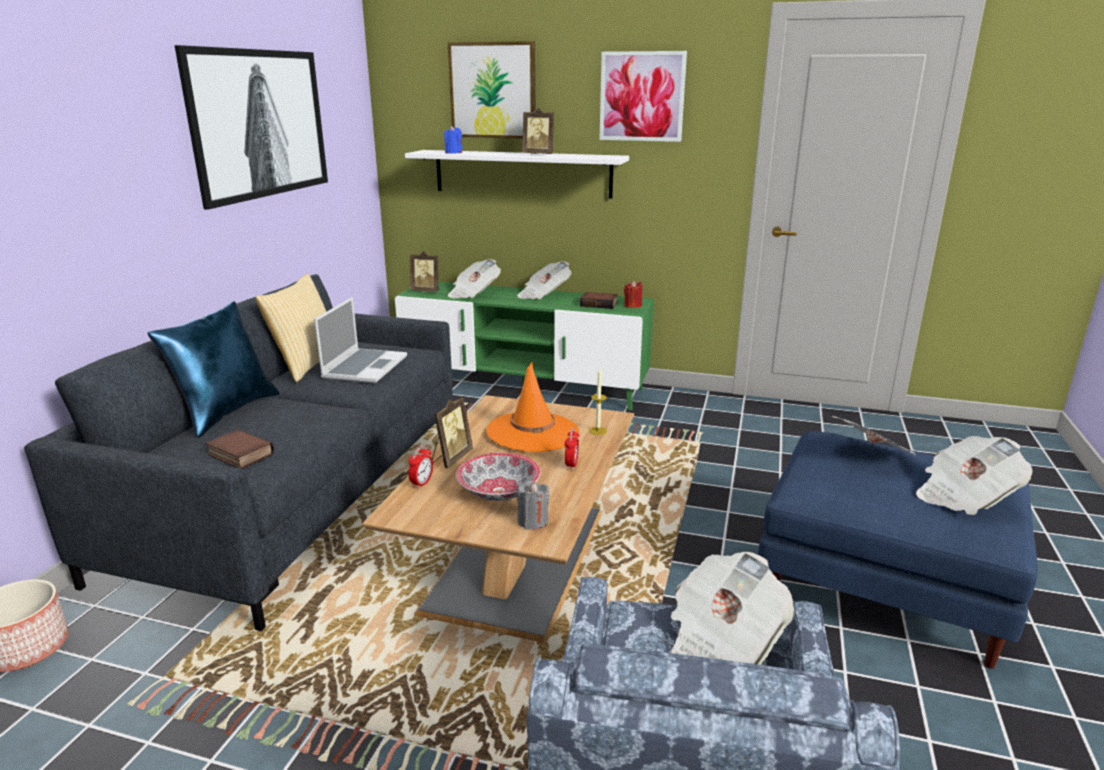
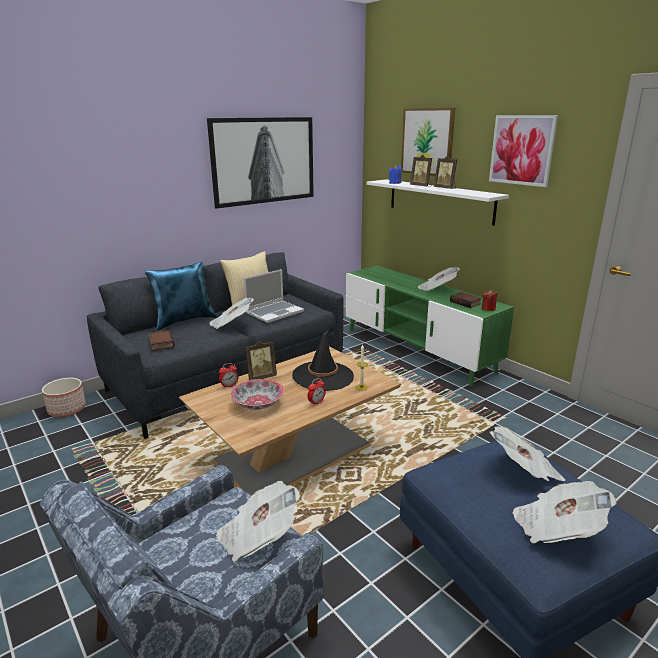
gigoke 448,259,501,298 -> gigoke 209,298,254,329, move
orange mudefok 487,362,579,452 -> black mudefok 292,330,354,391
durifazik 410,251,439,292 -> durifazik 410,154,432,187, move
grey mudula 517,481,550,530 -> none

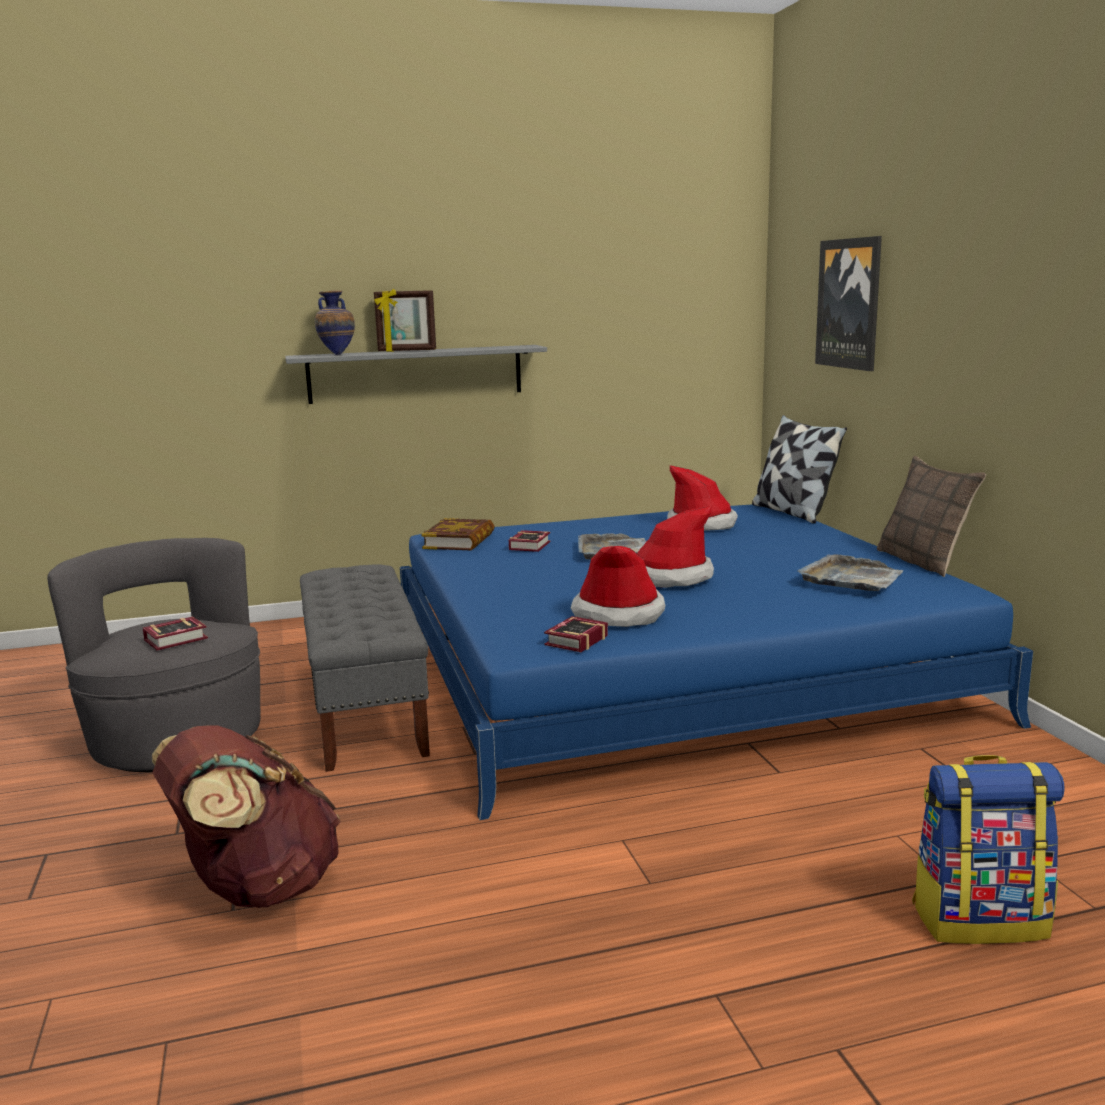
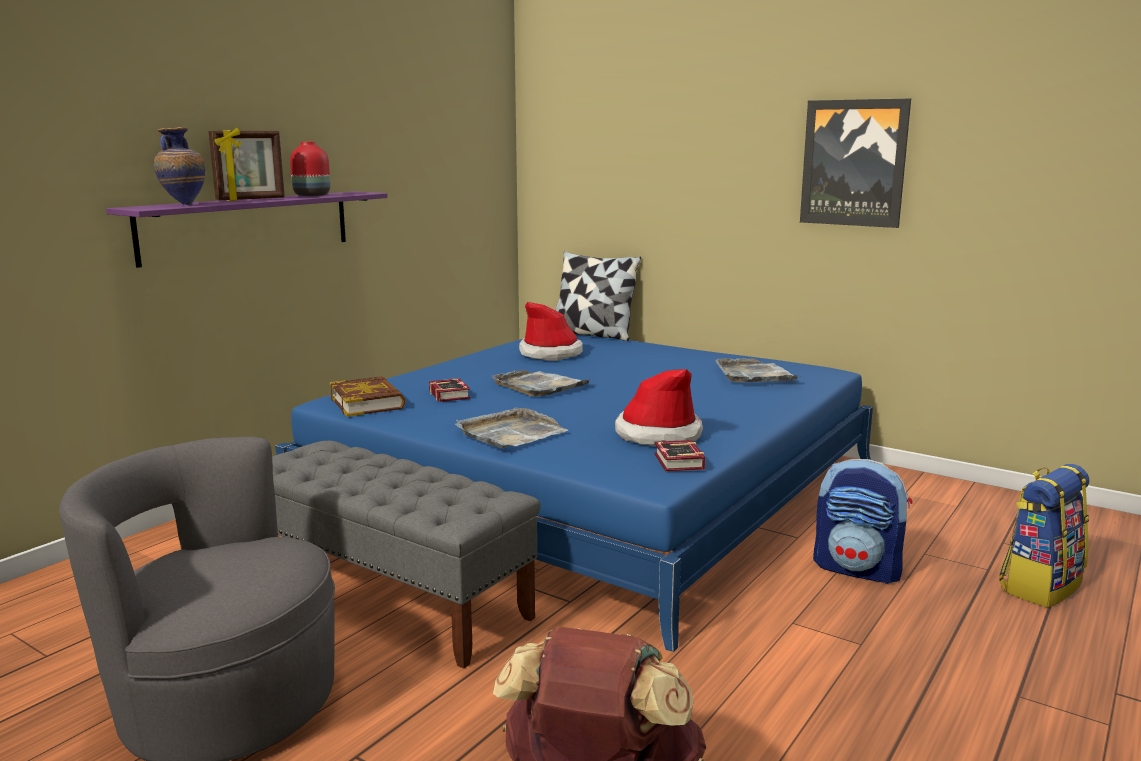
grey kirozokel 285,345,547,404 -> purple kirozokel 106,191,388,268
none -> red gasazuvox 290,142,330,196
none -> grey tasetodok 455,407,568,448
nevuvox 815,236,882,371 -> nevuvox 800,99,911,228, move
none -> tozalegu 813,459,912,584
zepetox 143,616,208,650 -> none
mudefok 637,506,714,588 -> none
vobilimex 877,456,986,577 -> none

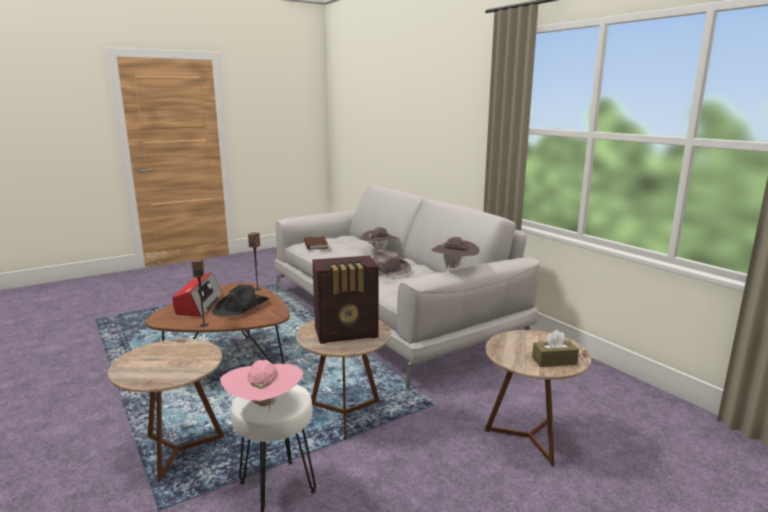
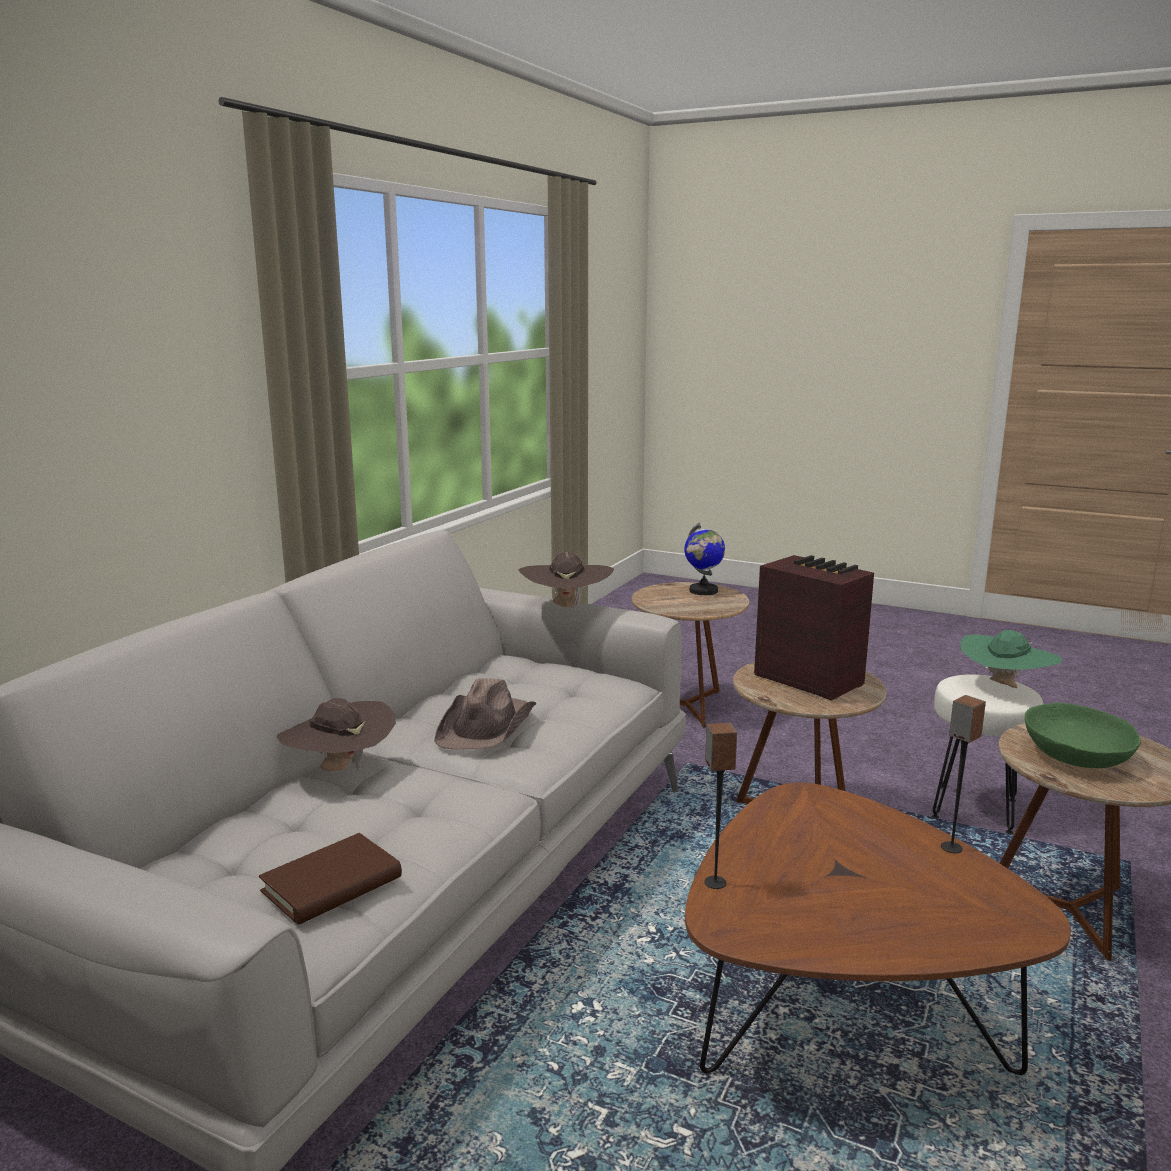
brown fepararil 532,330,579,367 -> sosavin 684,523,725,595
pink mudefok 220,360,304,411 -> green mudefok 960,630,1062,688
none -> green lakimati 1025,703,1141,768
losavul 173,272,223,317 -> none
black mudefok 212,284,269,316 -> none

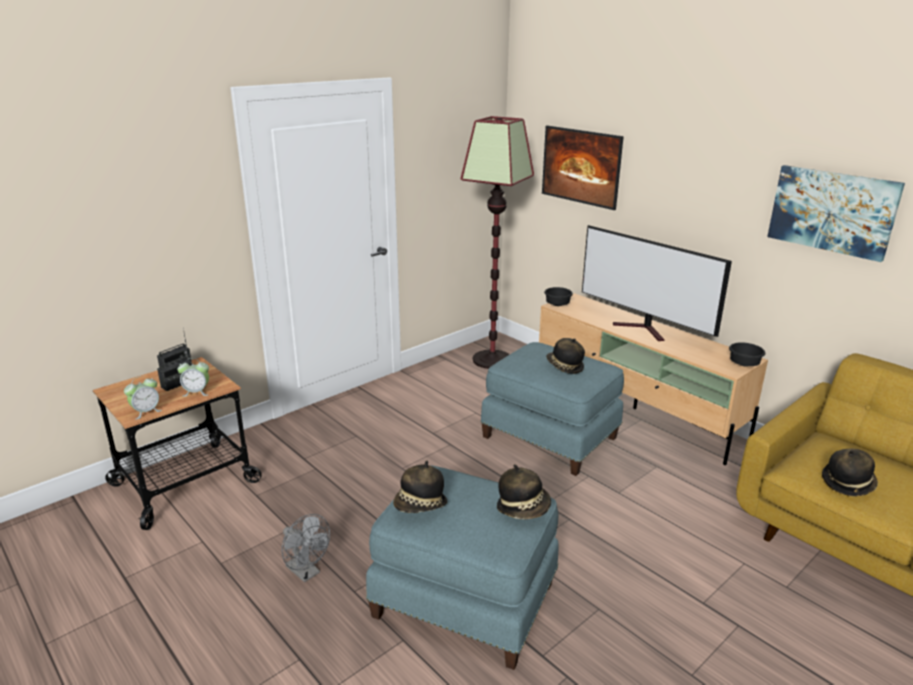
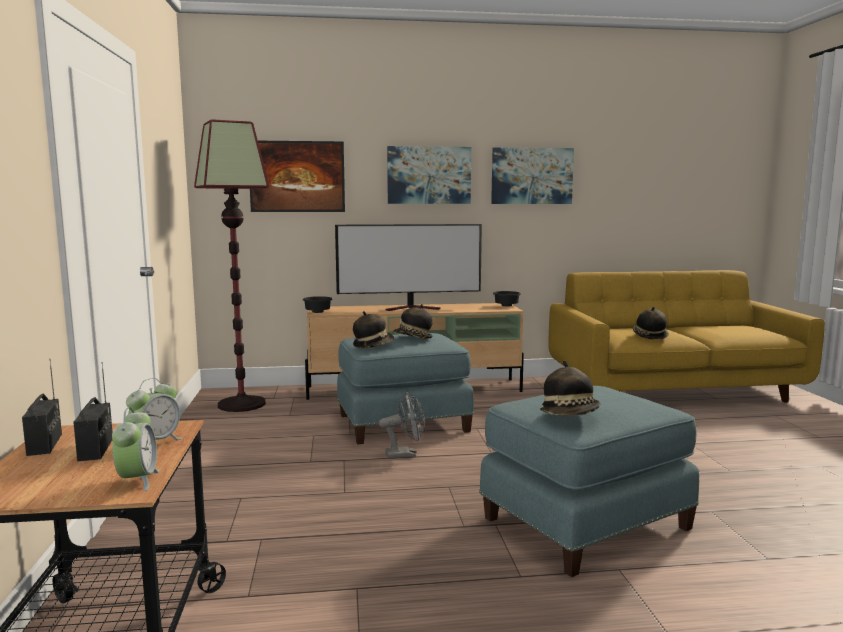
mudefok 497,464,551,519 -> mudefok 353,311,394,348, move
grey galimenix 281,514,330,582 -> grey galimenix 379,392,425,459, move
none -> nevuvox 387,146,471,204

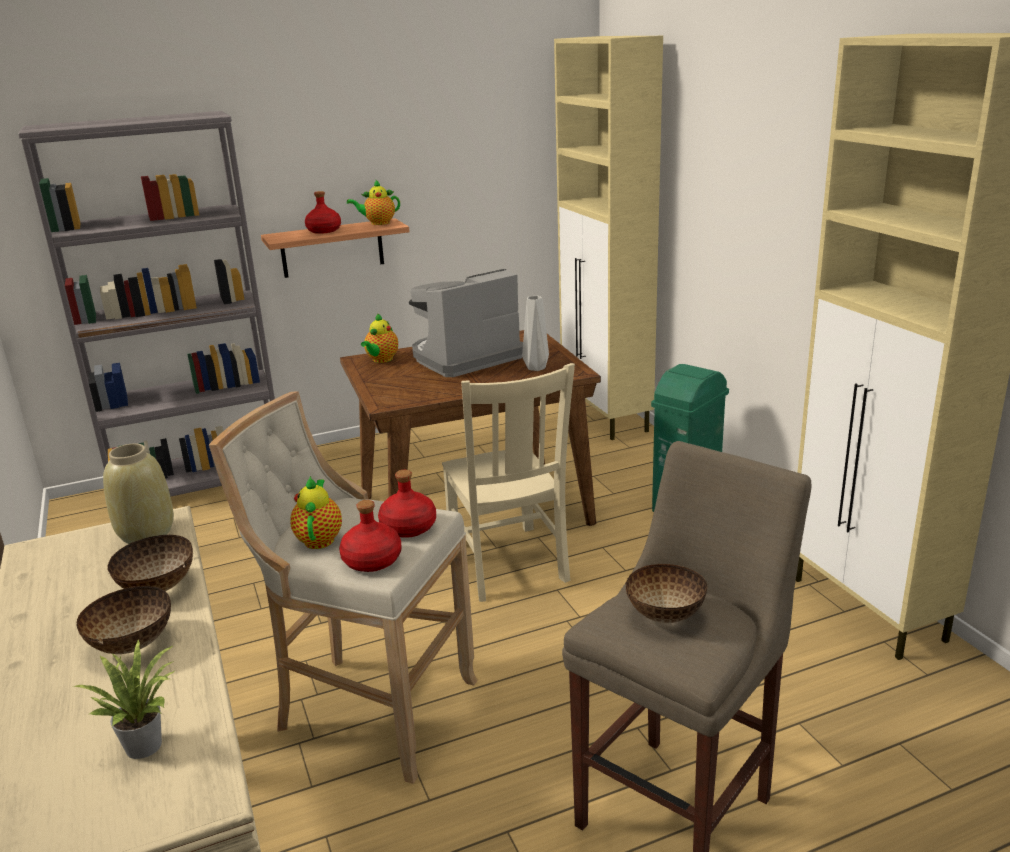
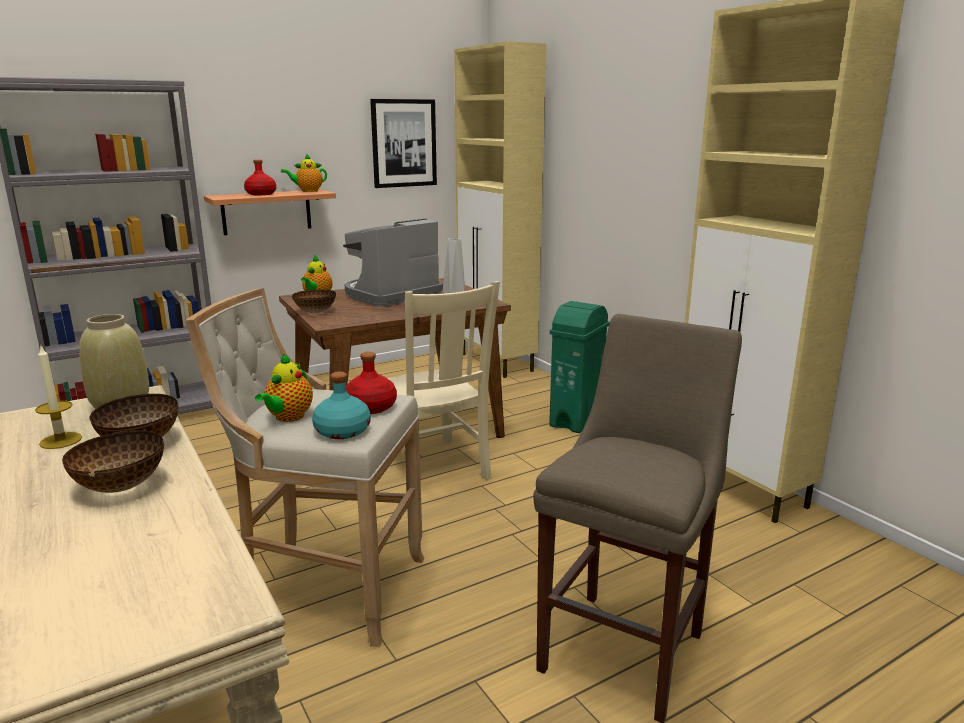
none -> mudula 35,347,82,449
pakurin 290,476,342,549 -> pakurin 255,353,313,422, 150 degrees counterclockwise
lakimati 626,564,707,623 -> lakimati 292,289,336,313, move
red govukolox 339,500,402,572 -> turquoise govukolox 312,371,371,439
none -> nevuvox 370,99,437,188
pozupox 74,639,174,759 -> none

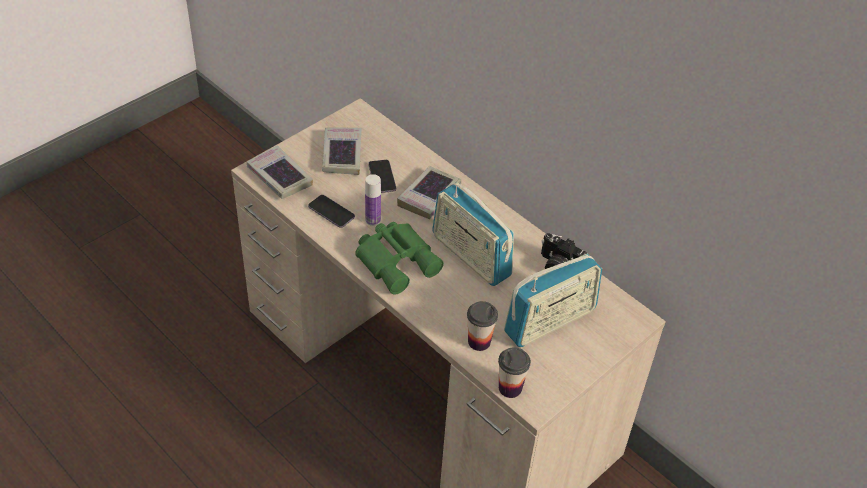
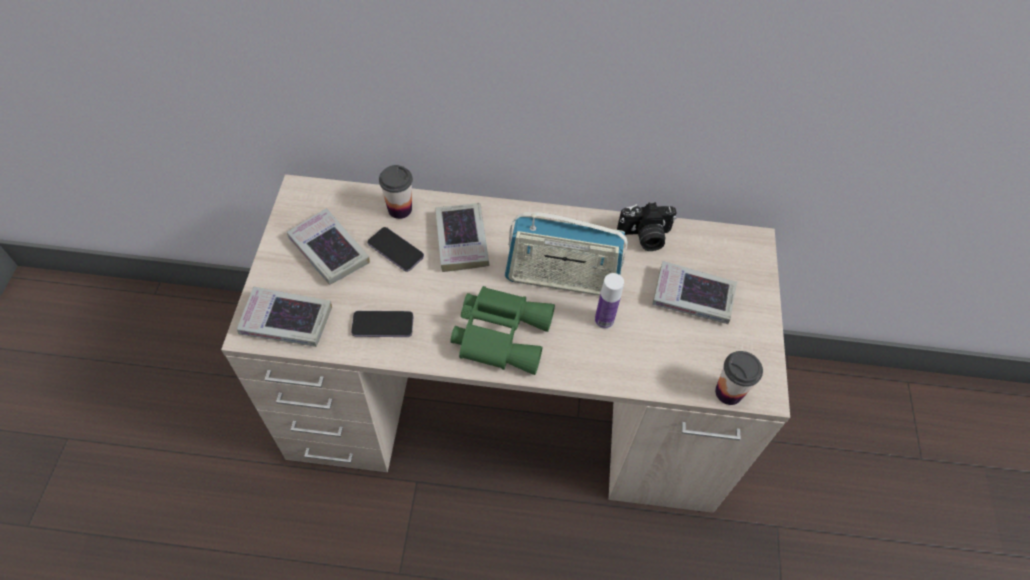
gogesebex 467,301,498,351 -> gogesebex 379,165,413,219, move
govukolox 365,174,381,226 -> govukolox 595,273,624,329, move
losavul 504,254,602,347 -> zepetox 652,261,737,324

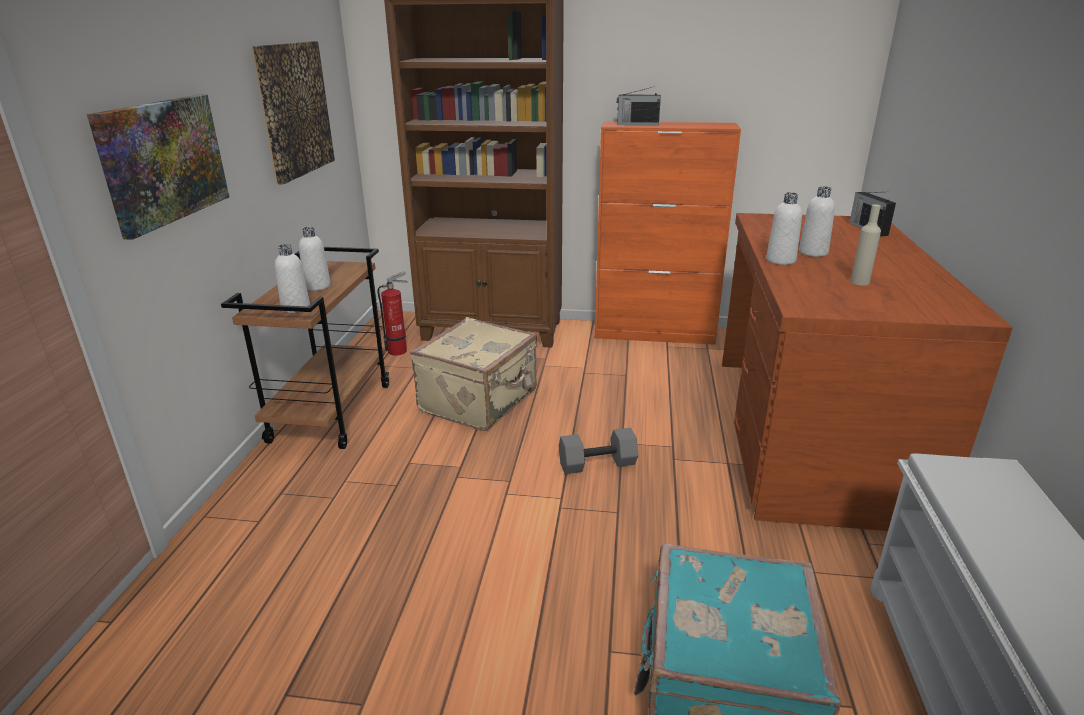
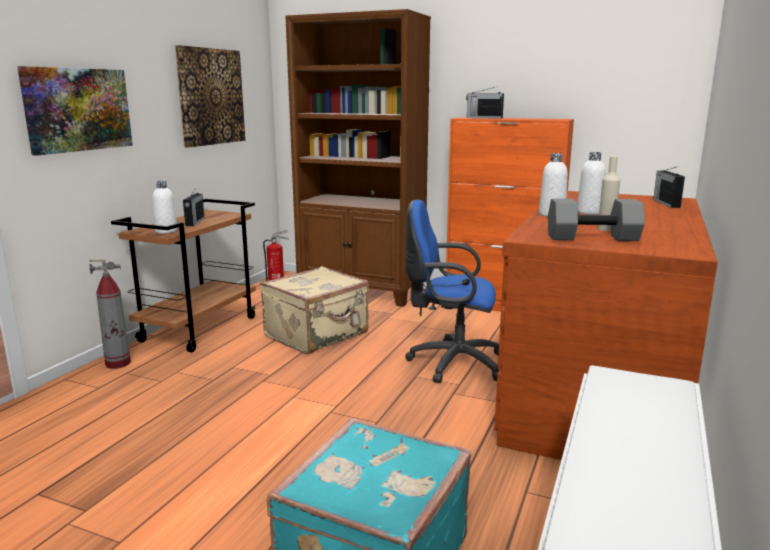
none -> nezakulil 90,260,131,369
white govukolox 299,227,331,291 -> losavul 183,187,205,226
none -> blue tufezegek 405,200,499,383
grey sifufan 559,428,639,474 -> grey sifufan 548,198,645,241, move

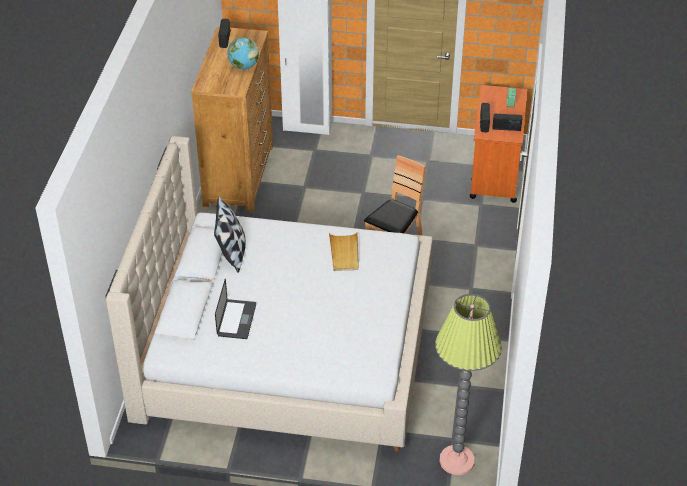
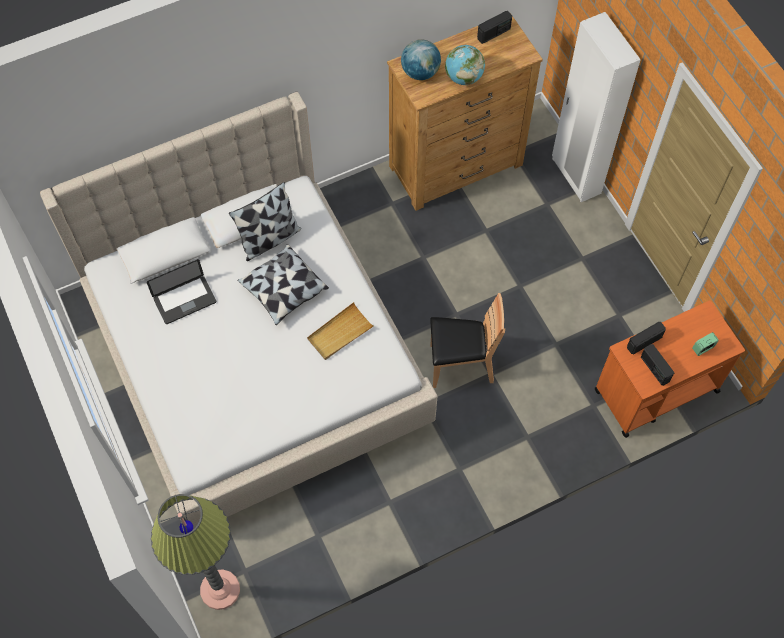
none -> vobilimex 237,244,329,325
none -> sosavin 401,39,441,80

